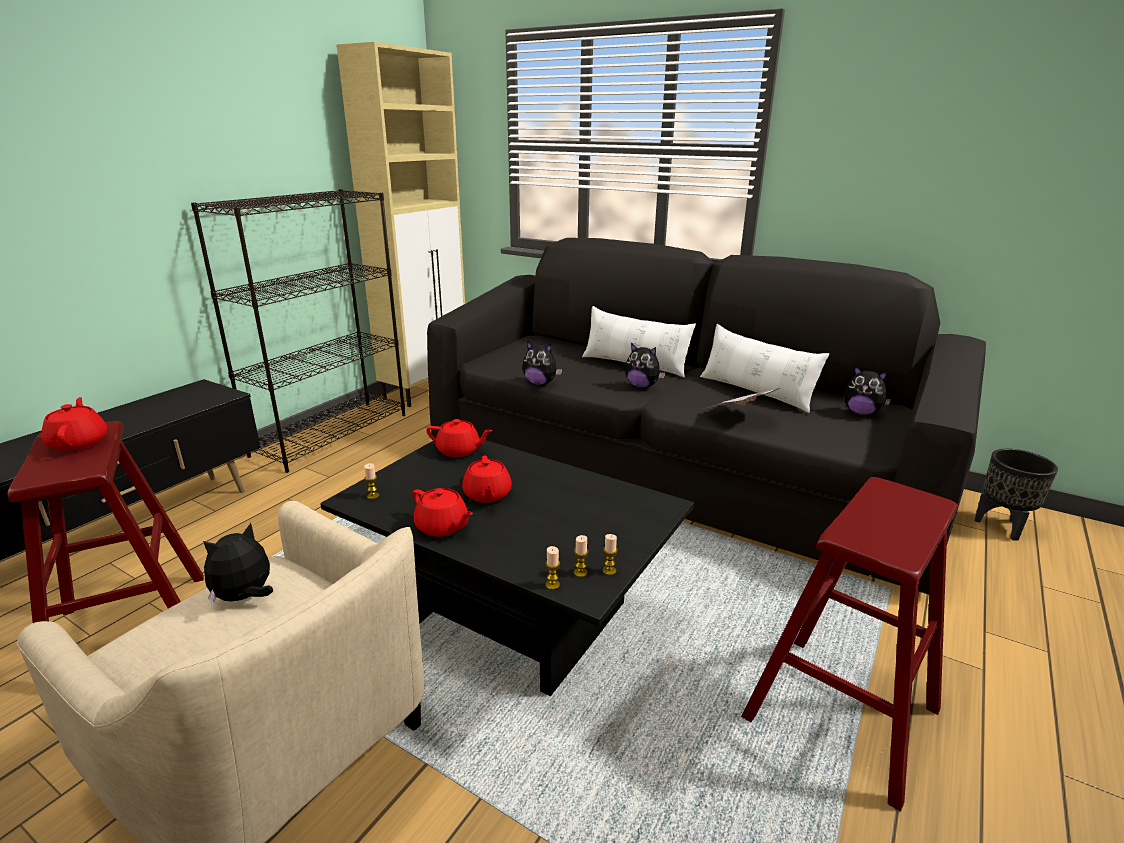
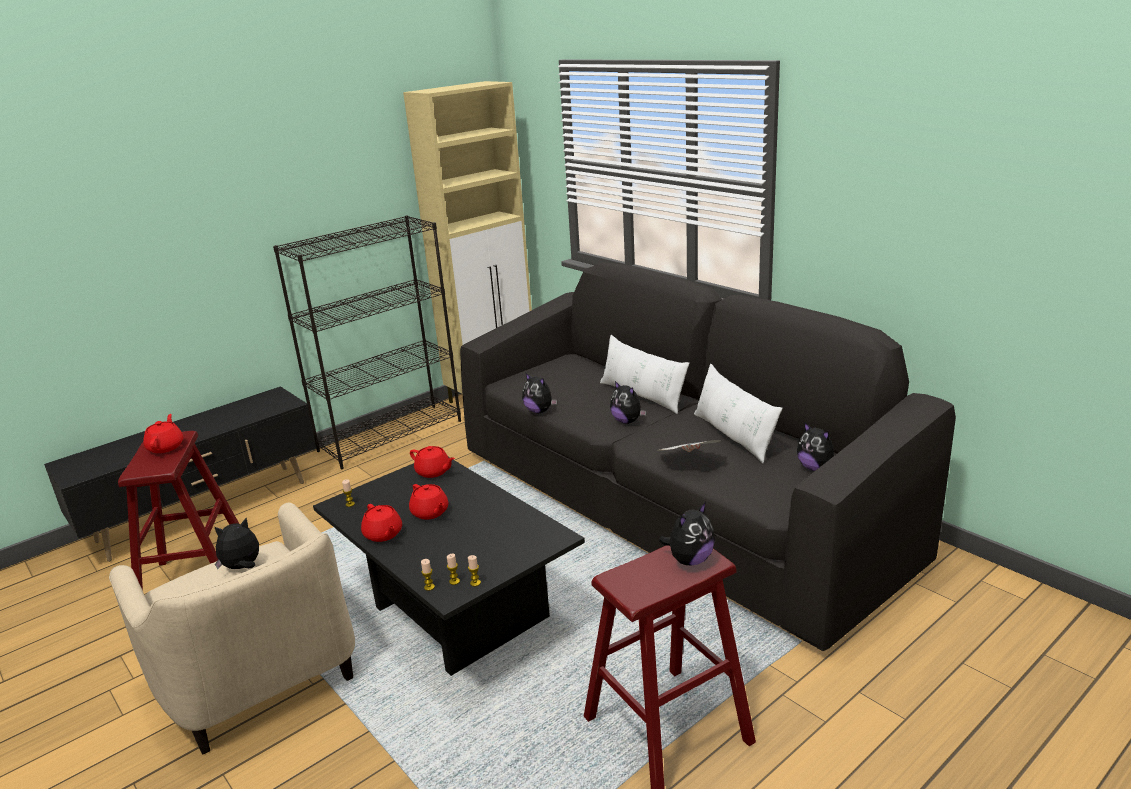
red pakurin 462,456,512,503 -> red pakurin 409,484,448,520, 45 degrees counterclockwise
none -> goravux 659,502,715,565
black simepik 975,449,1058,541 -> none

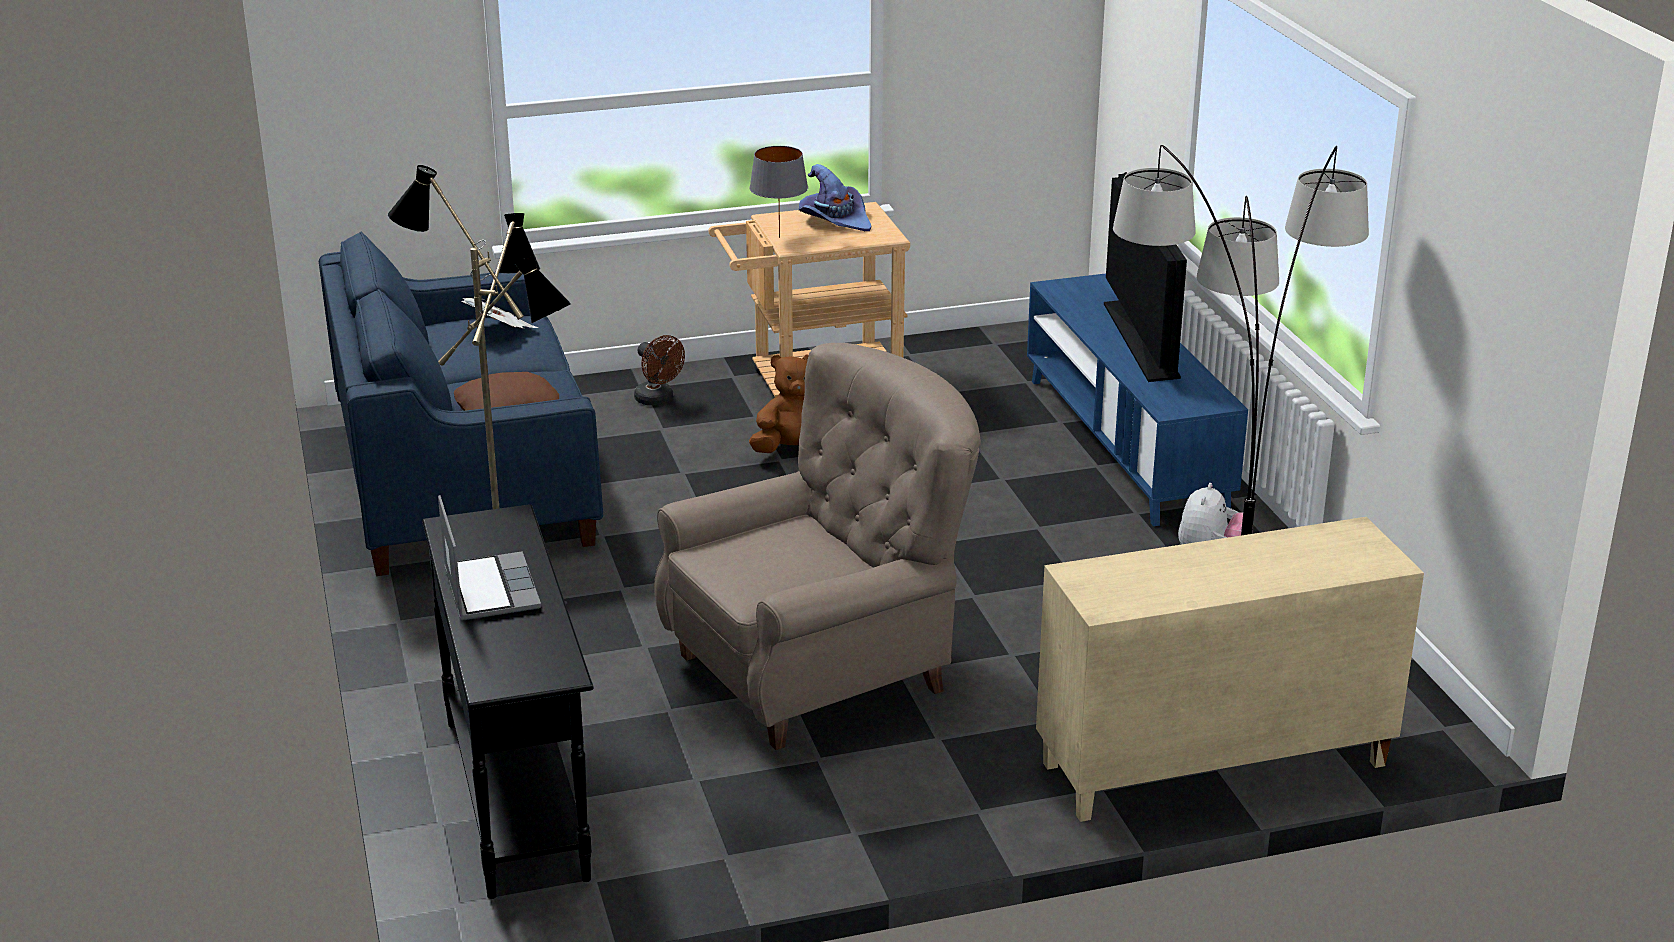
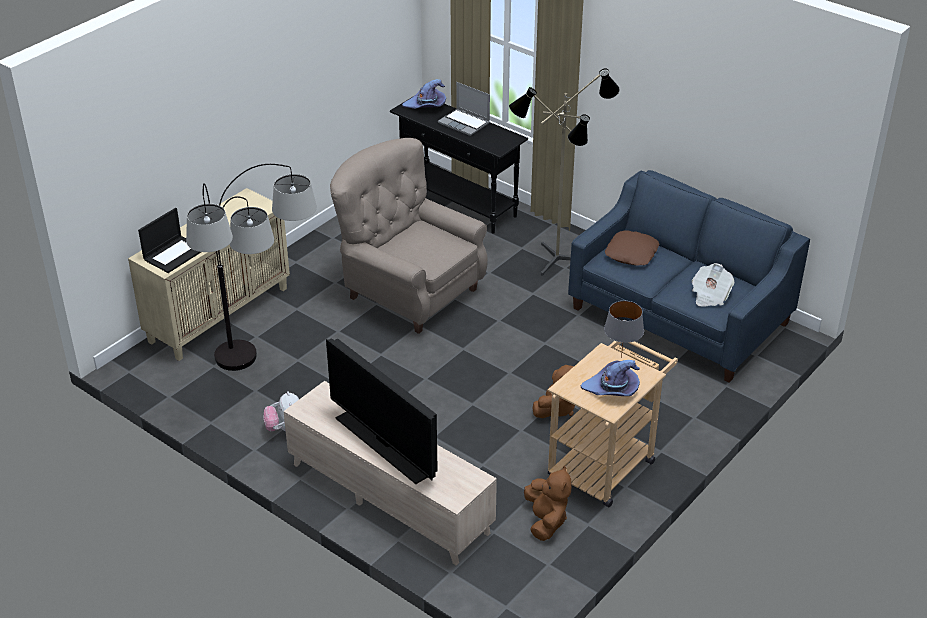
none -> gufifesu 138,208,201,273
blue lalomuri 1027,273,1248,526 -> beige lalomuri 284,381,497,566
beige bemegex 654,343,981,750 -> beige bemegex 330,138,488,334, 105 degrees clockwise
none -> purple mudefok 402,79,446,109
none -> brown goravux 524,465,572,541
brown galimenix 634,335,685,406 -> none

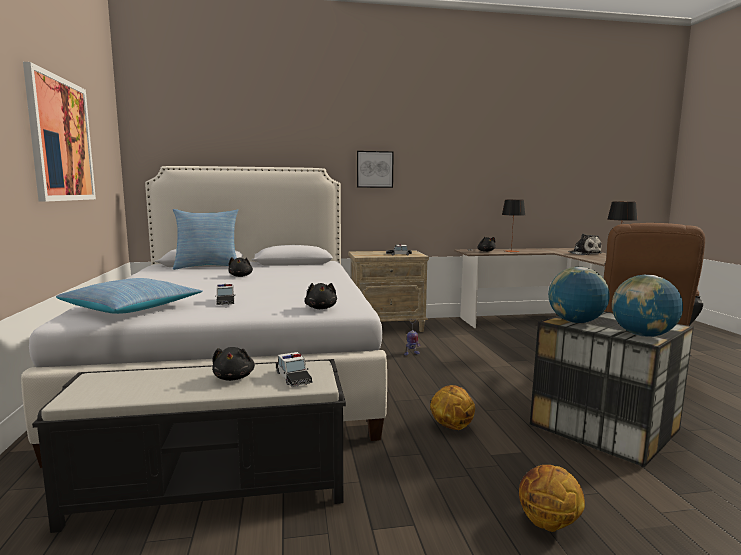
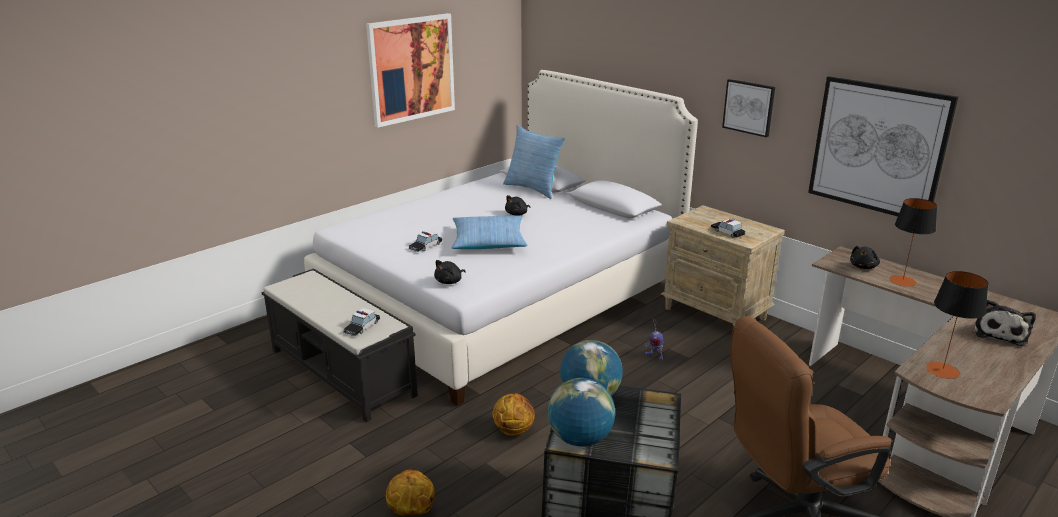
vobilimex 56,278,203,314 -> vobilimex 452,216,527,249, move
none -> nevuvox 808,76,958,216
black goravux 212,347,255,381 -> none

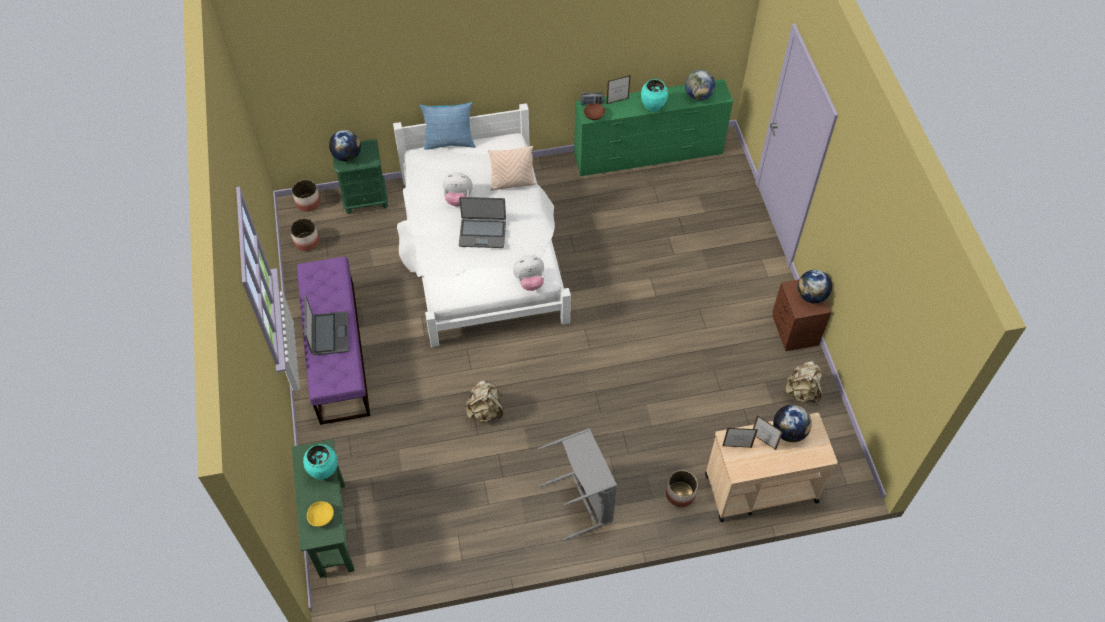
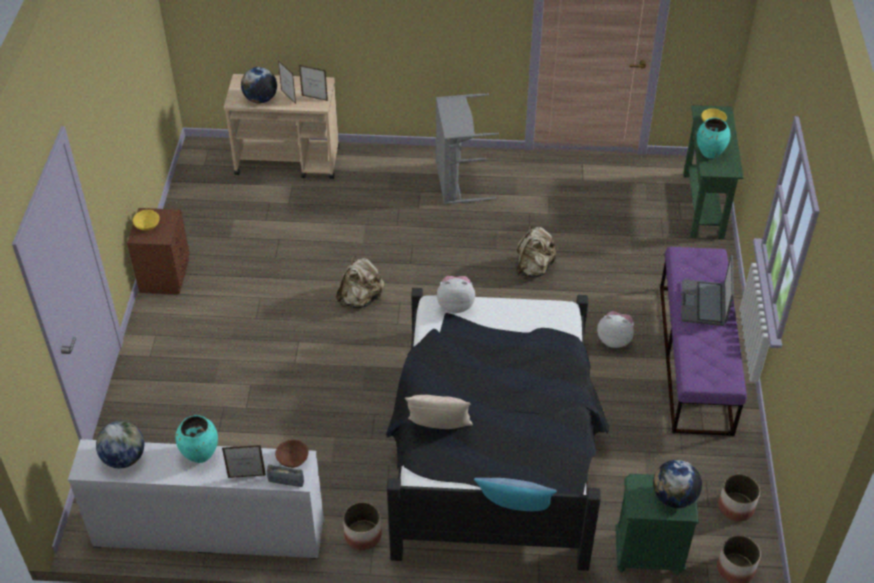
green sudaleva 574,79,733,176 -> white sudaleva 68,439,324,559
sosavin 798,270,832,303 -> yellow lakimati 133,210,160,231
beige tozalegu 785,361,822,403 -> beige tozalegu 336,255,385,308, move
simepik 666,470,698,507 -> simepik 343,502,382,550, move
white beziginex 393,103,571,347 -> black beziginex 386,288,609,571
goravux 443,172,473,206 -> goravux 597,311,634,348, move
gufifesu 459,197,506,248 -> none

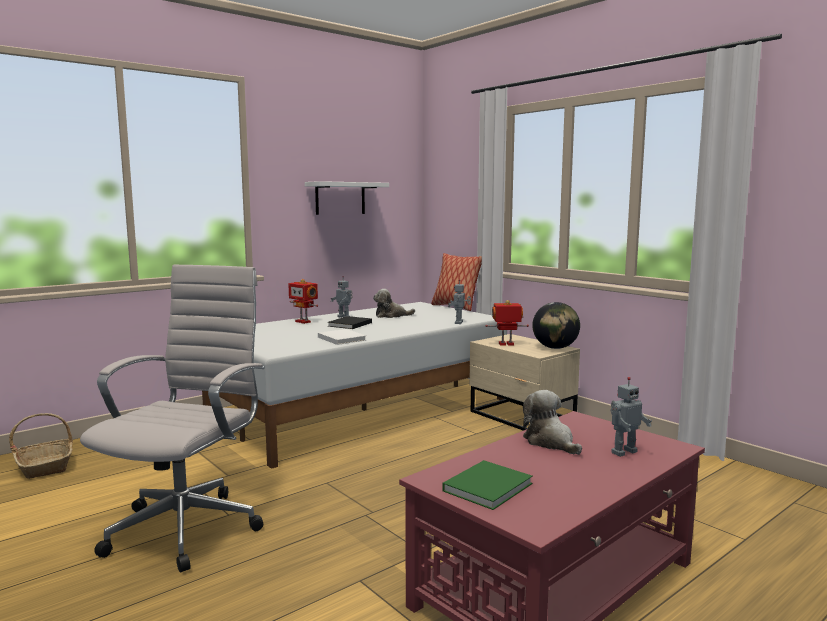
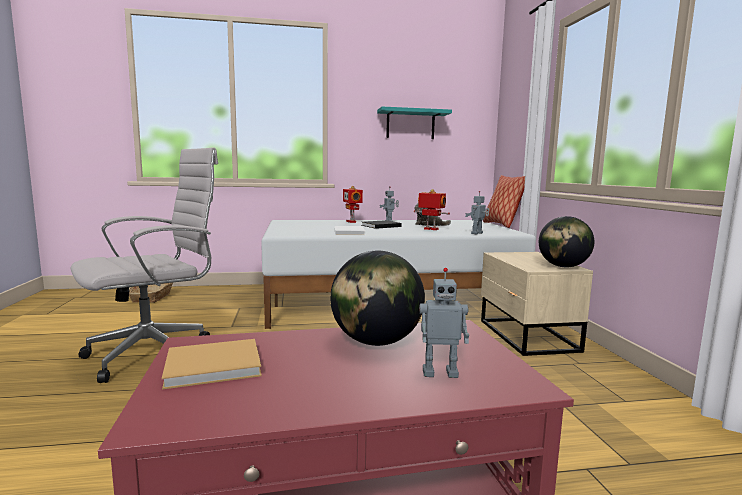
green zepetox 442,460,533,510 -> beige zepetox 162,339,262,390
goravux 523,390,582,455 -> sosavin 330,251,425,346
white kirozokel 305,181,389,215 -> turquoise kirozokel 377,106,452,139
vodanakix 485,300,529,345 -> vodanakix 414,189,450,230, move

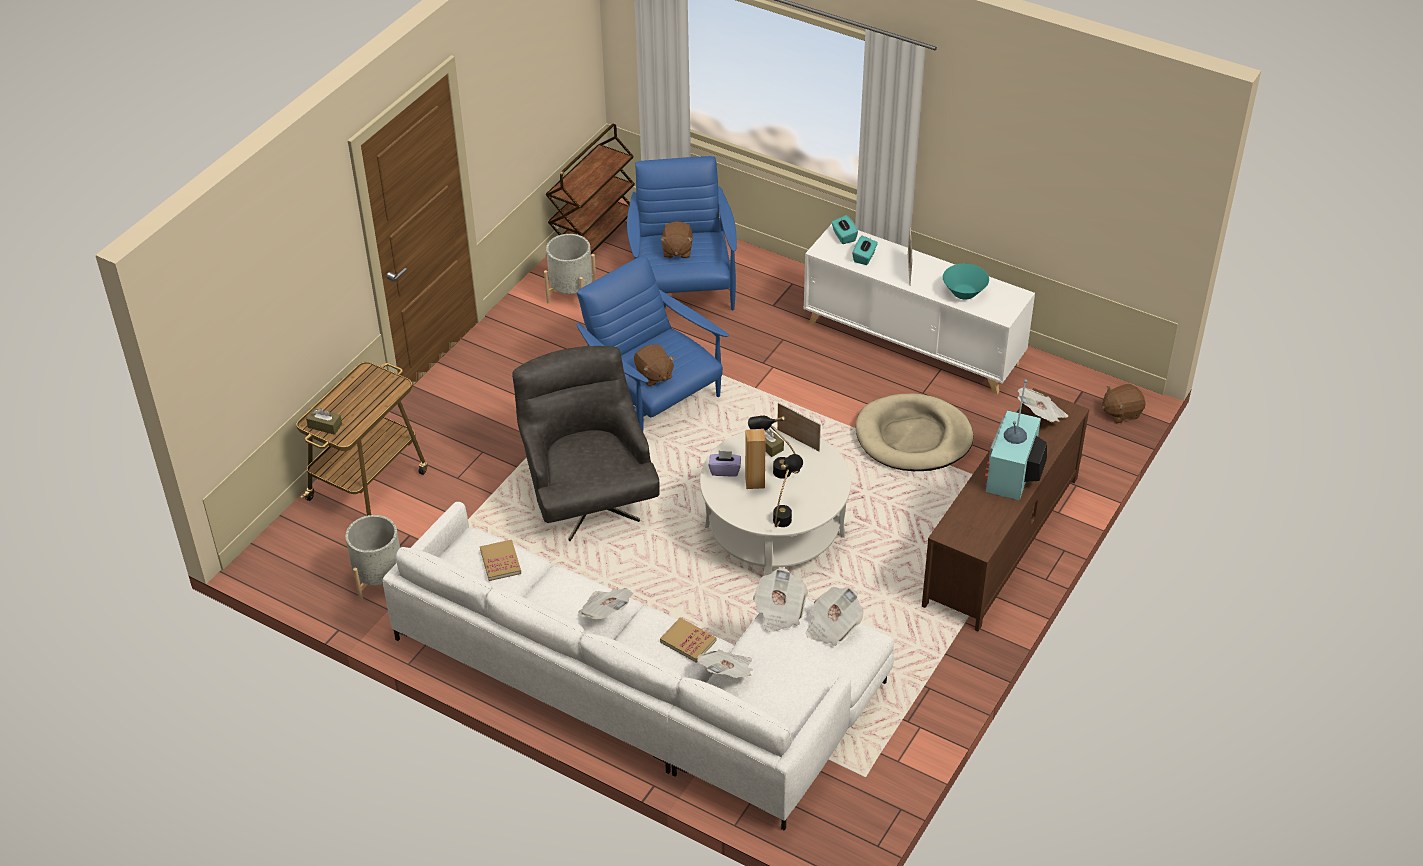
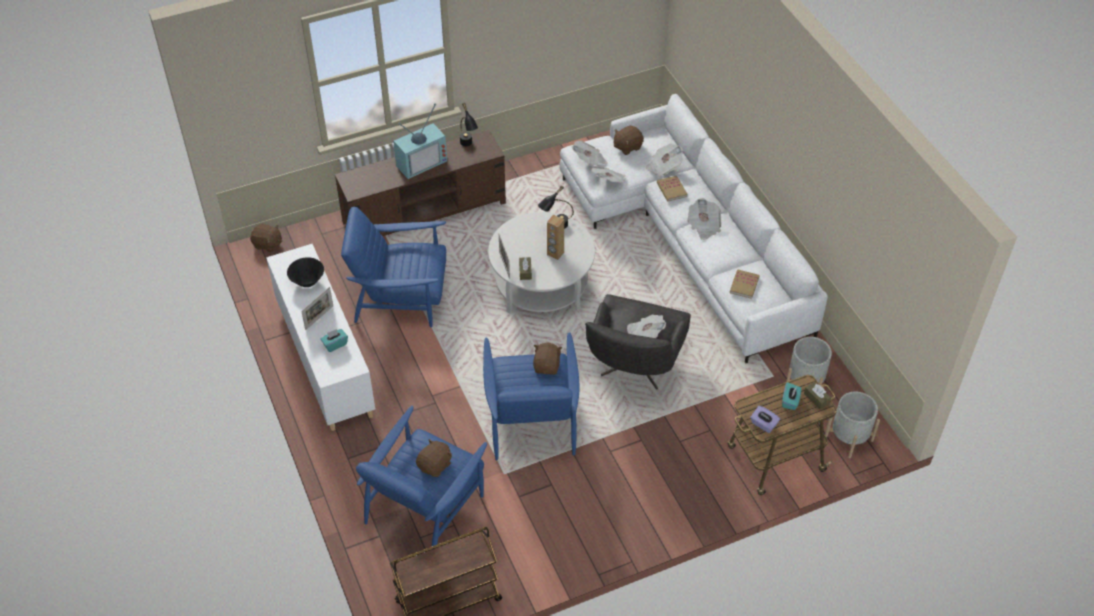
turquoise lakimati 943,264,989,300 -> black lakimati 287,257,324,287
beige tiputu 856,394,973,471 -> blue bemegex 341,207,446,327
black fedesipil 748,416,800,479 -> black fedesipil 460,103,478,146, move
none -> brown goravux 614,125,644,155
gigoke 1017,388,1068,423 -> gigoke 627,315,666,338, move
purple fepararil 708,450,741,477 -> purple fepararil 750,406,780,433, move
turquoise fepararil 831,215,858,244 -> turquoise fepararil 782,382,801,410, move
grey simepik 544,234,596,303 -> grey simepik 825,392,880,458, move

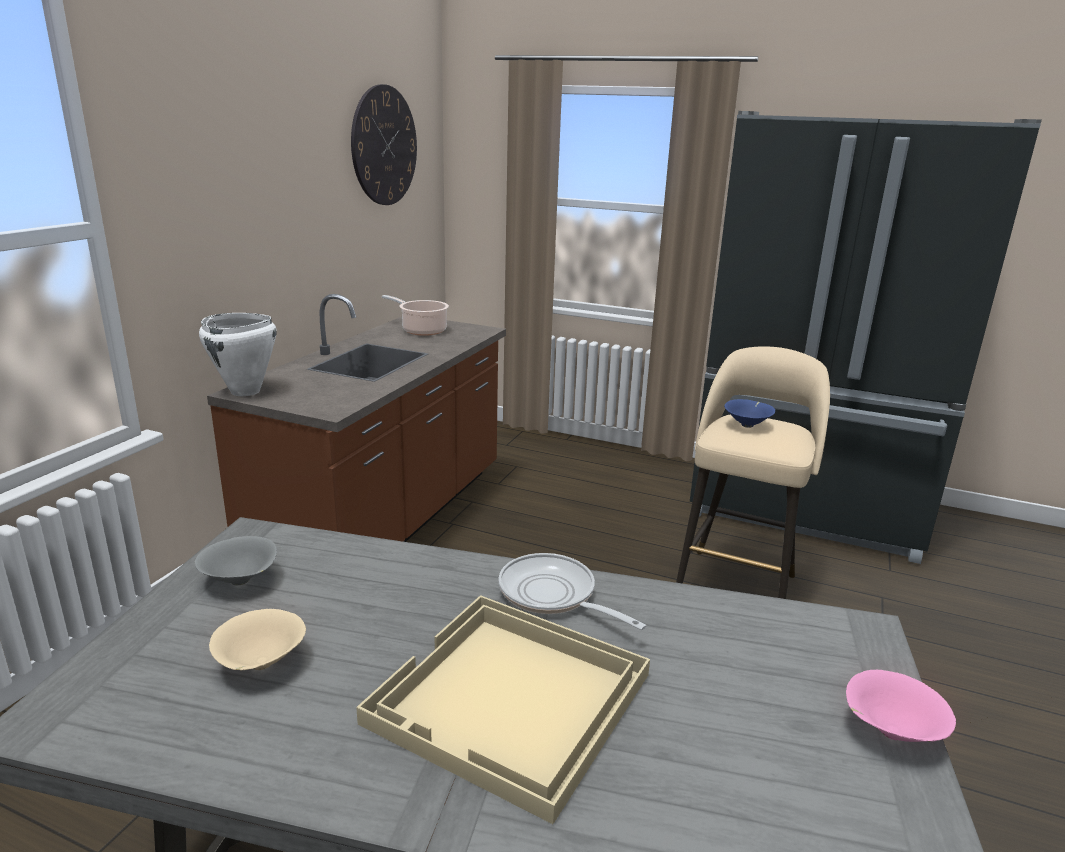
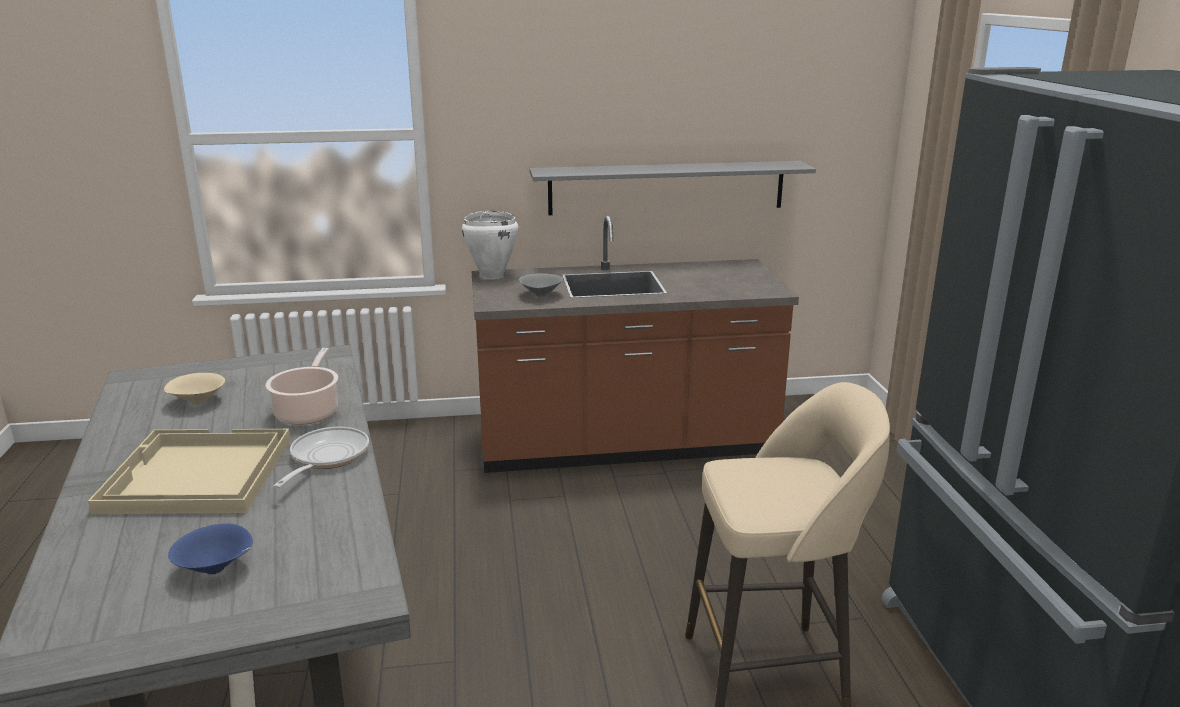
blue lakimati 724,399,775,428 -> blue lakimati 168,524,253,575, move
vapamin 382,295,449,336 -> vapamin 266,348,338,425, move
grey lakimati 195,536,277,585 -> grey lakimati 519,273,563,297, move
none -> grey kirozokel 529,161,816,215
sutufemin 351,84,417,205 -> none
pink lakimati 846,670,956,742 -> none

